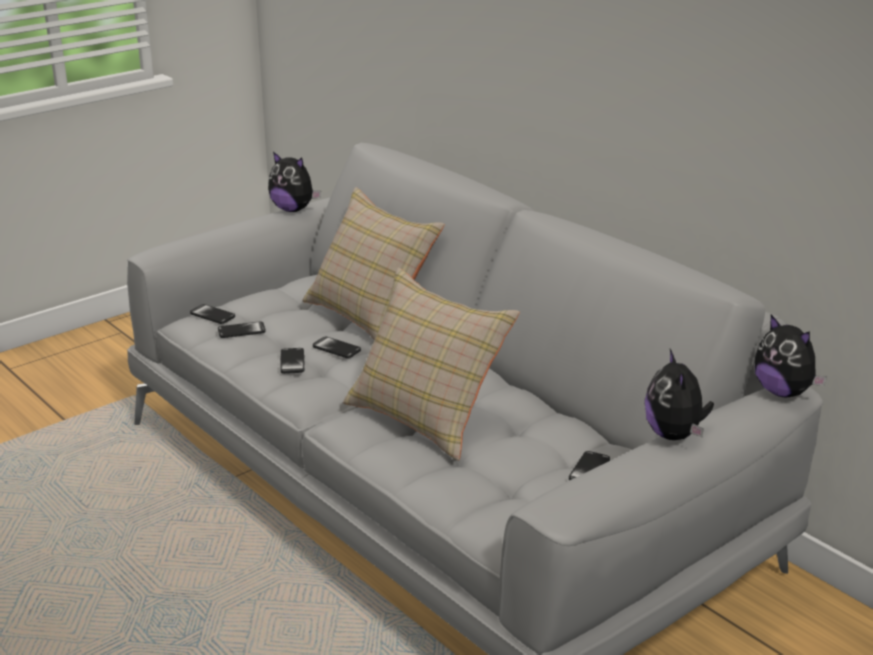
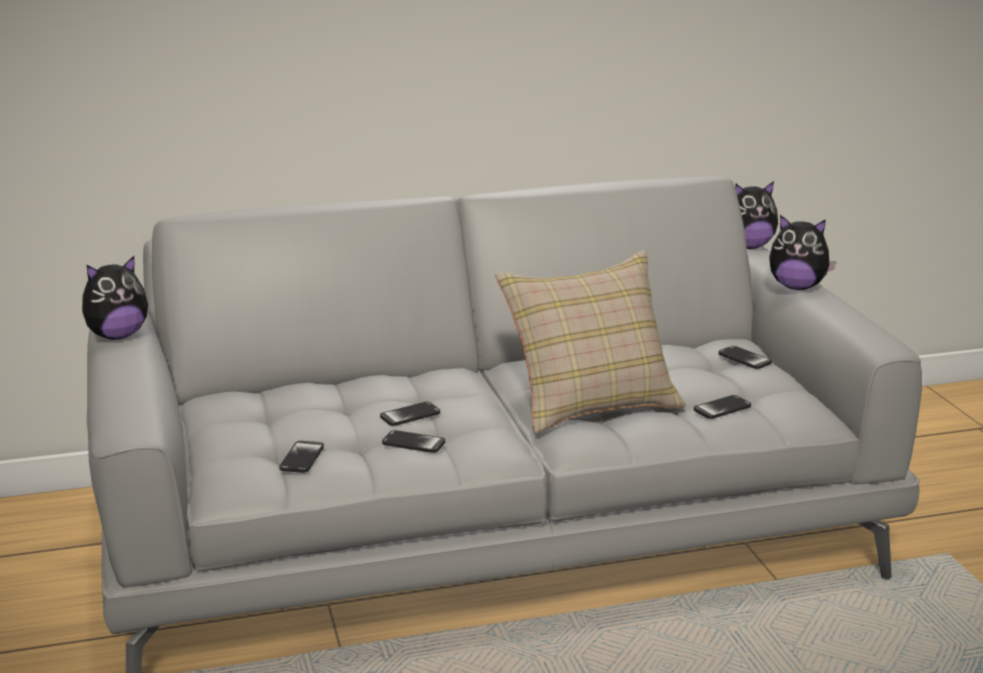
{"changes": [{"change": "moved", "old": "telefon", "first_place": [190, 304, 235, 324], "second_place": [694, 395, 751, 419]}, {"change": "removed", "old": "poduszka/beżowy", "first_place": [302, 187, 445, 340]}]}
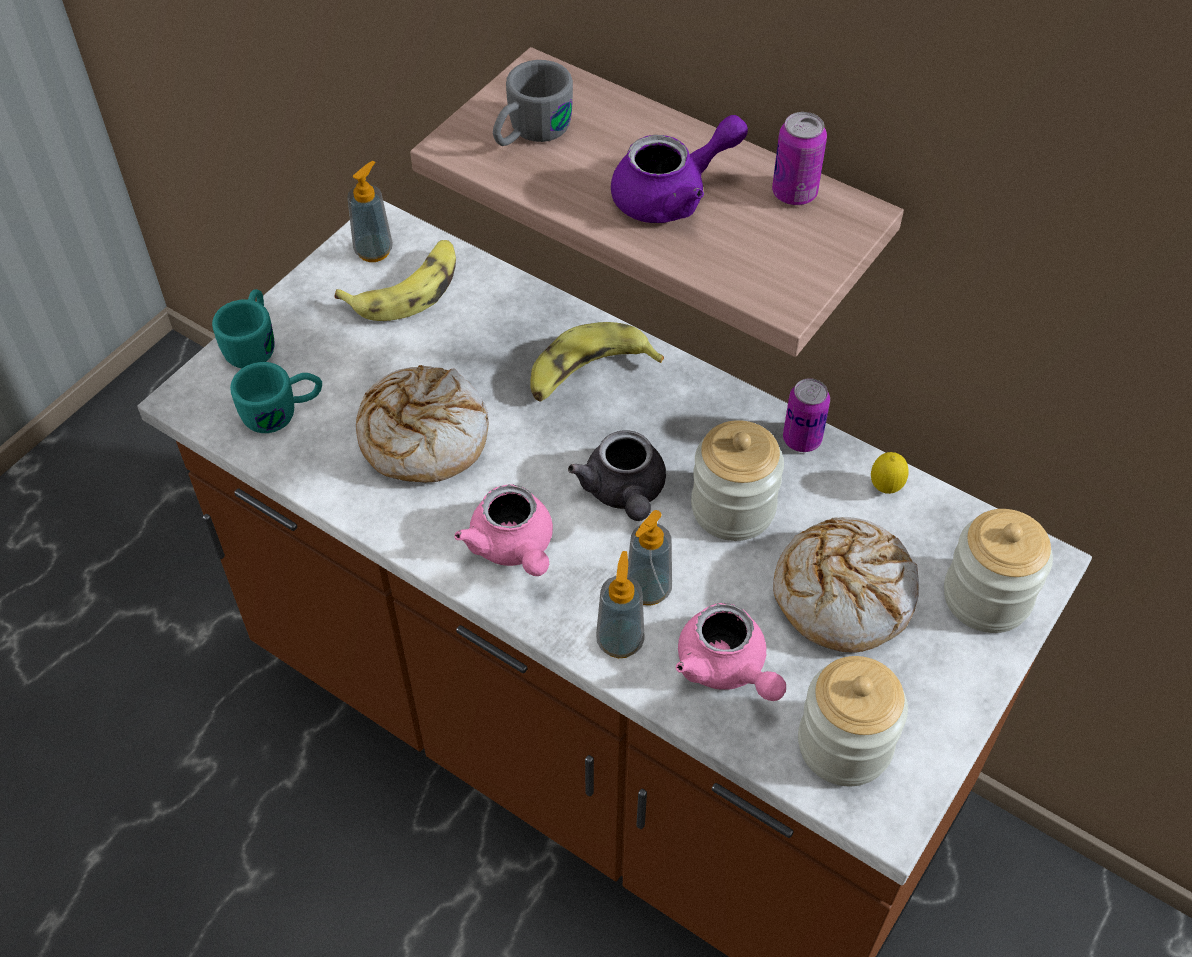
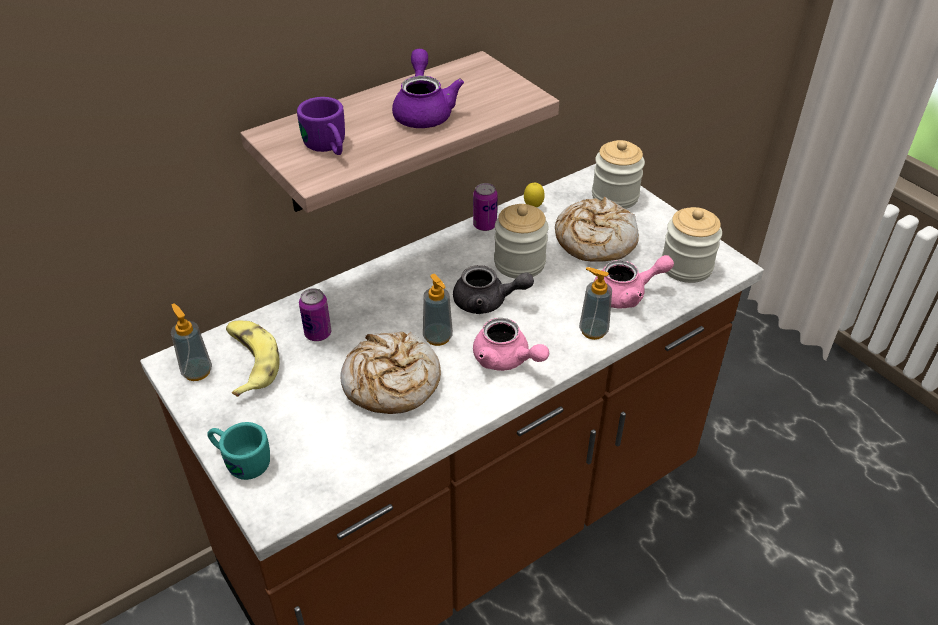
{"changes": [{"change": "removed", "old": "kubek/turkusowy", "first_place": [230, 362, 322, 433]}, {"change": "turned", "old": "imbryk/różowy", "first_place": [455, 485, 553, 576], "second_place": [473, 318, 549, 371], "degrees": 45}, {"change": "recoloured", "old": "kubek/szary", "new": "kubek/fioletowy", "first_place": [493, 60, 573, 146], "second_place": [297, 97, 345, 155]}, {"change": "removed", "old": "banan", "first_place": [530, 322, 664, 402]}, {"change": "moved", "old": "dozownik mydła", "first_place": [627, 510, 672, 605], "second_place": [423, 274, 453, 346]}, {"change": "moved", "old": "puszka", "first_place": [772, 112, 827, 205], "second_place": [299, 288, 331, 341]}]}
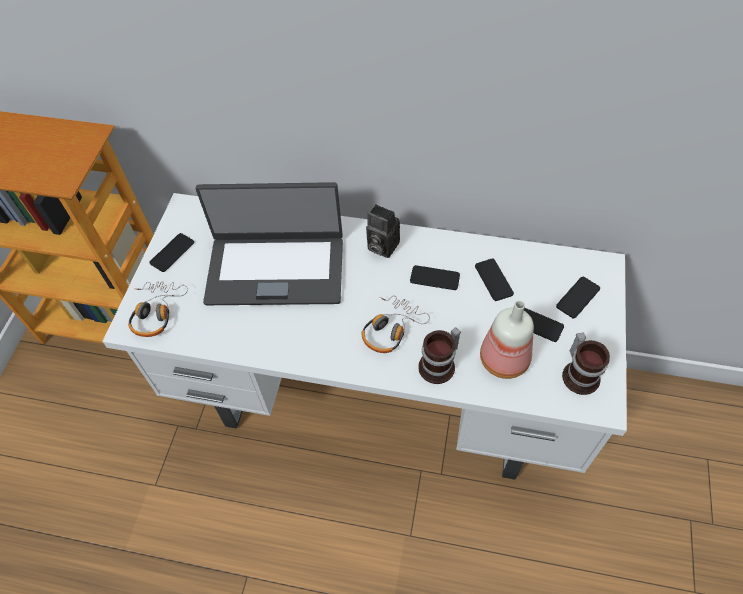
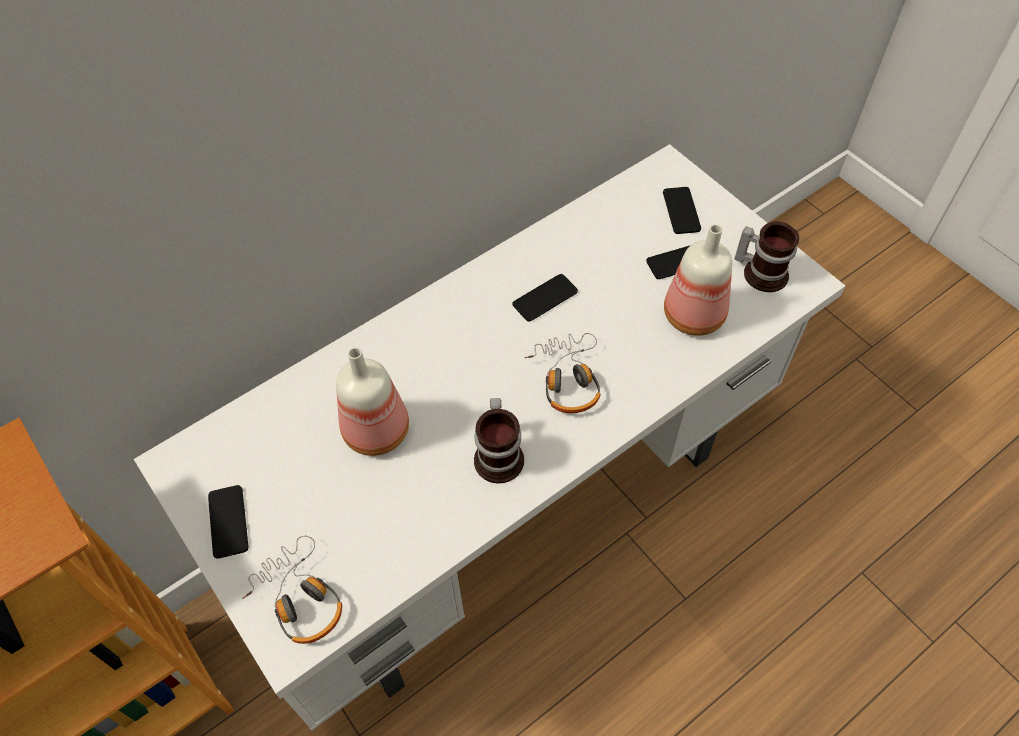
{"changes": [{"change": "replaced", "old": "laptop", "new": "butelka", "first_place": [196, 182, 343, 305], "second_place": [336, 347, 409, 456]}, {"change": "removed", "old": "aparat fotograficzny", "first_place": [366, 204, 400, 258]}, {"change": "moved", "old": "kubek", "first_place": [418, 327, 461, 384], "second_place": [474, 398, 524, 483]}, {"change": "removed", "old": "telefon", "first_place": [475, 259, 514, 301]}]}
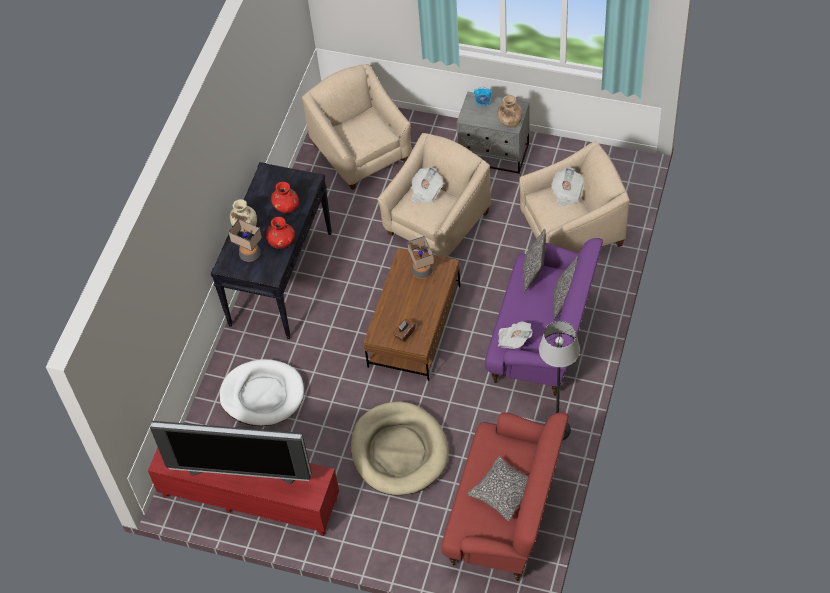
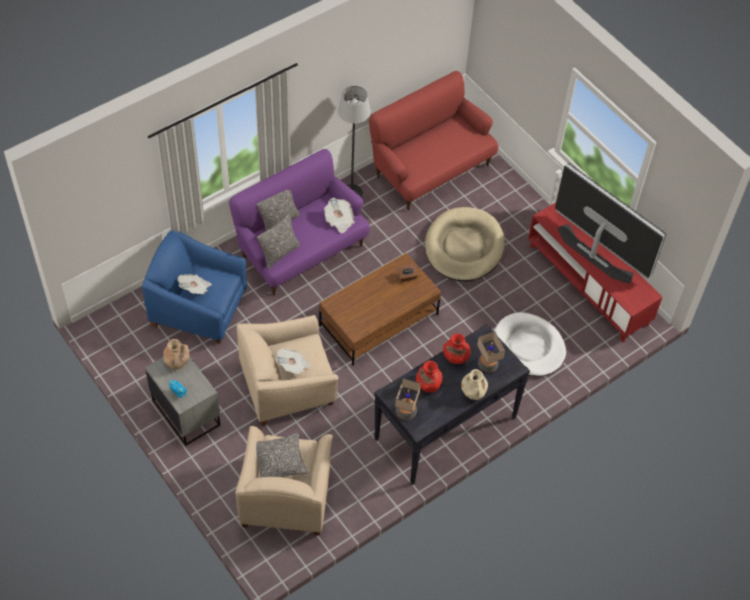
{"changes": [{"change": "moved", "old": "lampa stołowa", "first_place": [407, 236, 434, 279], "second_place": [395, 378, 421, 420]}, {"change": "moved", "old": "poduszka", "first_place": [467, 456, 528, 521], "second_place": [256, 433, 309, 478]}, {"change": "recoloured", "old": "fotel/beżowy", "new": "fotel/niebieski", "first_place": [519, 141, 630, 253], "second_place": [142, 230, 247, 344]}]}
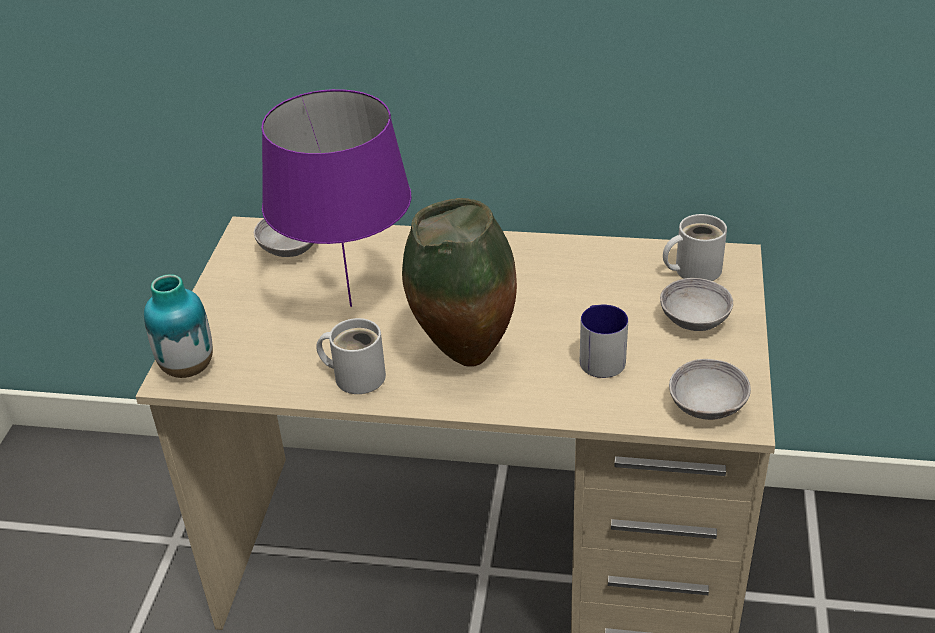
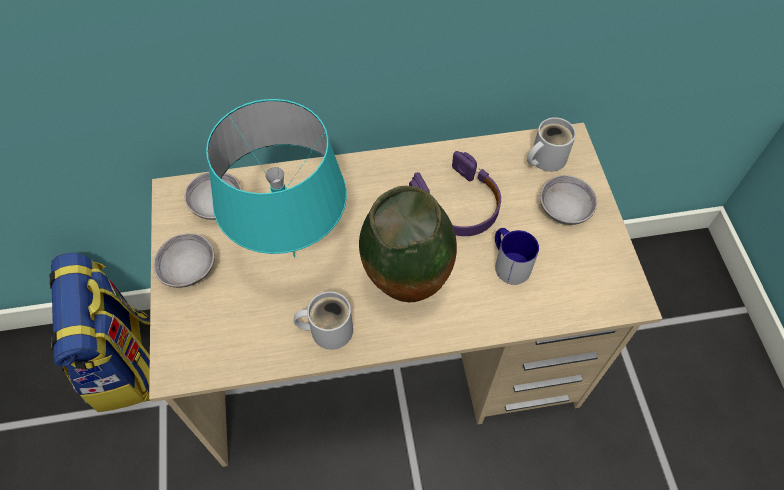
{"changes": [{"change": "removed", "old": "wazon", "first_place": [144, 274, 213, 378]}, {"change": "recoloured", "old": "lampa stołowa/fioletowy", "new": "lampa stołowa/turkusowy", "first_place": [261, 89, 412, 307], "second_place": [206, 99, 347, 257]}, {"change": "moved", "old": "miska/szary", "first_place": [669, 359, 751, 420], "second_place": [153, 233, 215, 288]}, {"change": "added", "new": "plecak", "second_place": [49, 253, 150, 412]}, {"change": "added", "new": "słuchawki/fioletowy", "second_place": [409, 151, 501, 236]}]}
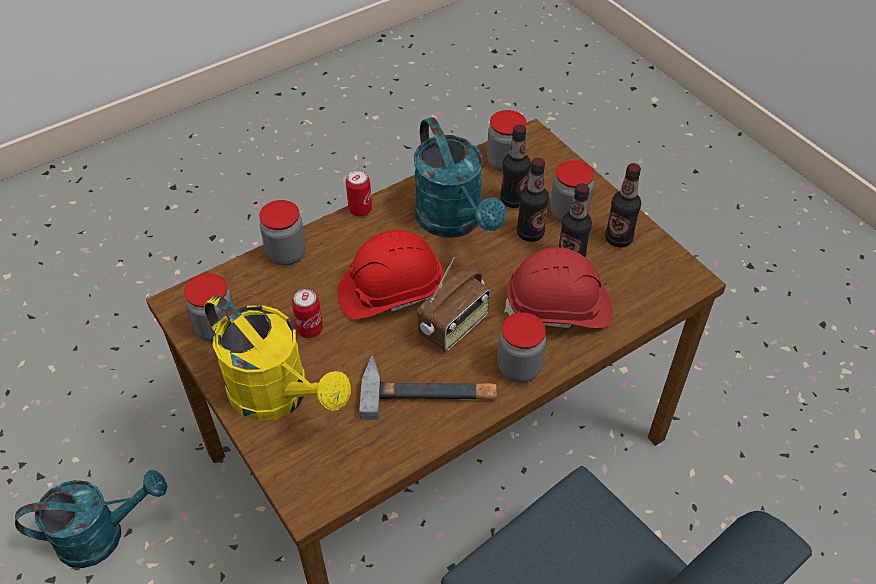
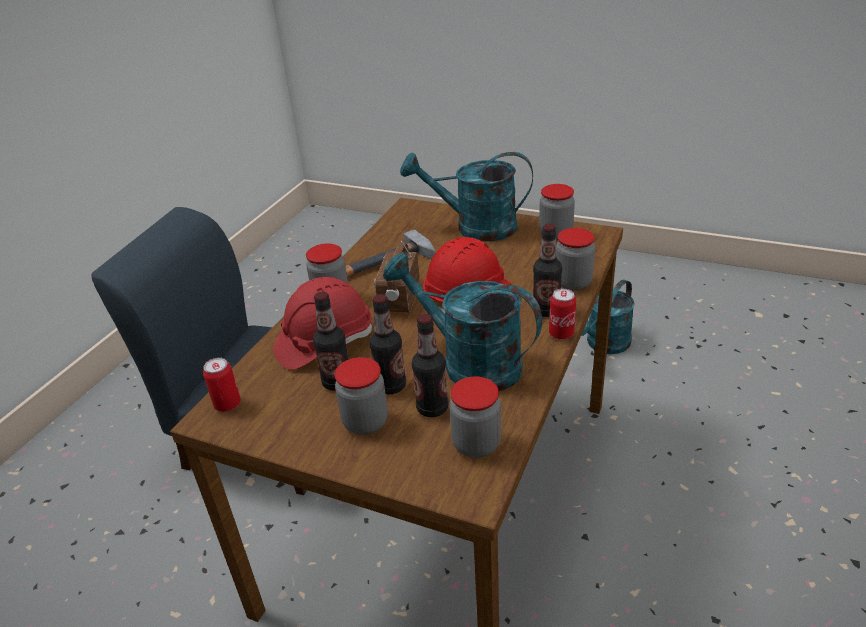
{"changes": [{"change": "recoloured", "old": "konewka/żółty", "new": "konewka/turkusowy", "first_place": [204, 295, 351, 421], "second_place": [400, 152, 533, 241]}, {"change": "moved", "old": "puszka", "first_place": [292, 289, 323, 338], "second_place": [203, 357, 241, 412]}, {"change": "moved", "old": "butelka", "first_place": [605, 163, 641, 248], "second_place": [533, 224, 562, 317]}]}
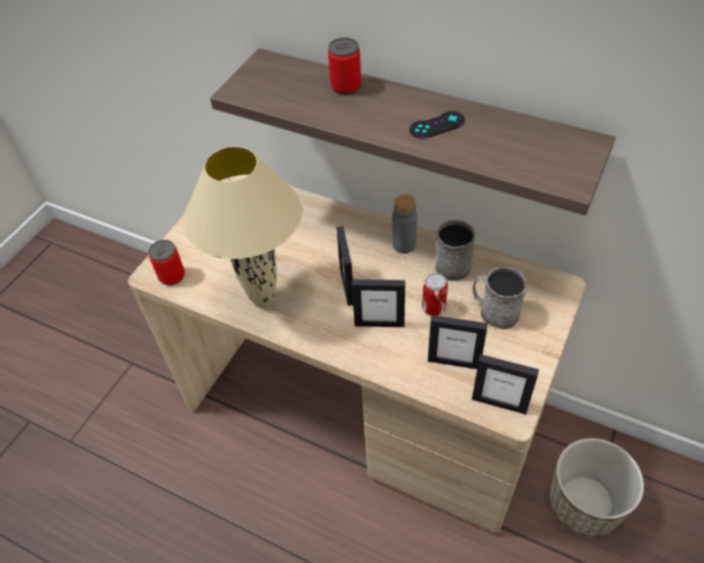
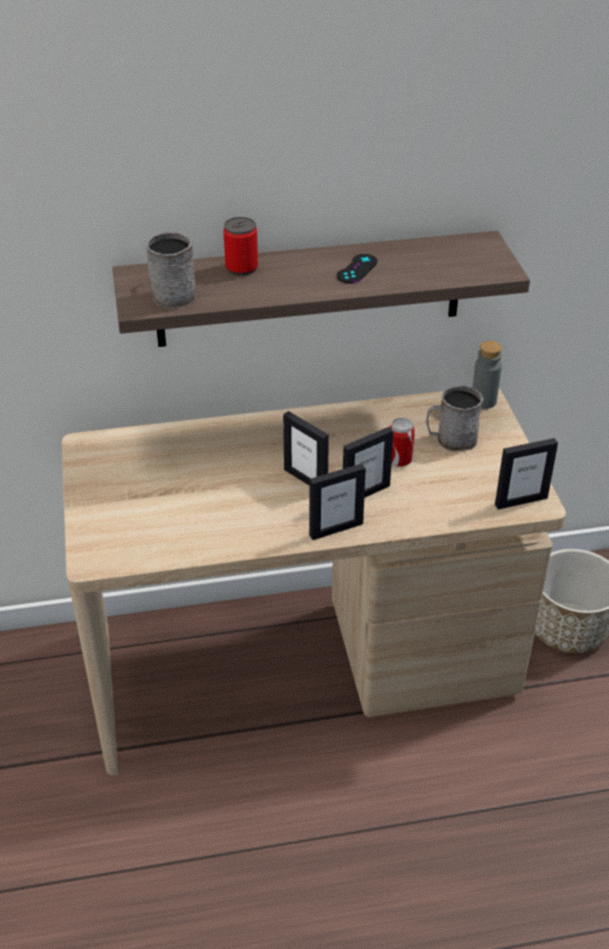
{"changes": [{"change": "removed", "old": "puszka", "first_place": [148, 240, 185, 286]}, {"change": "removed", "old": "lampa stołowa/beżowy", "first_place": [183, 146, 302, 307]}, {"change": "moved", "old": "butelka/szary", "first_place": [392, 194, 417, 254], "second_place": [472, 341, 502, 409]}, {"change": "moved", "old": "ramka na zdjęcie", "first_place": [428, 315, 488, 369], "second_place": [309, 464, 366, 540]}, {"change": "moved", "old": "kubek/szary", "first_place": [435, 220, 475, 281], "second_place": [146, 231, 196, 309]}]}
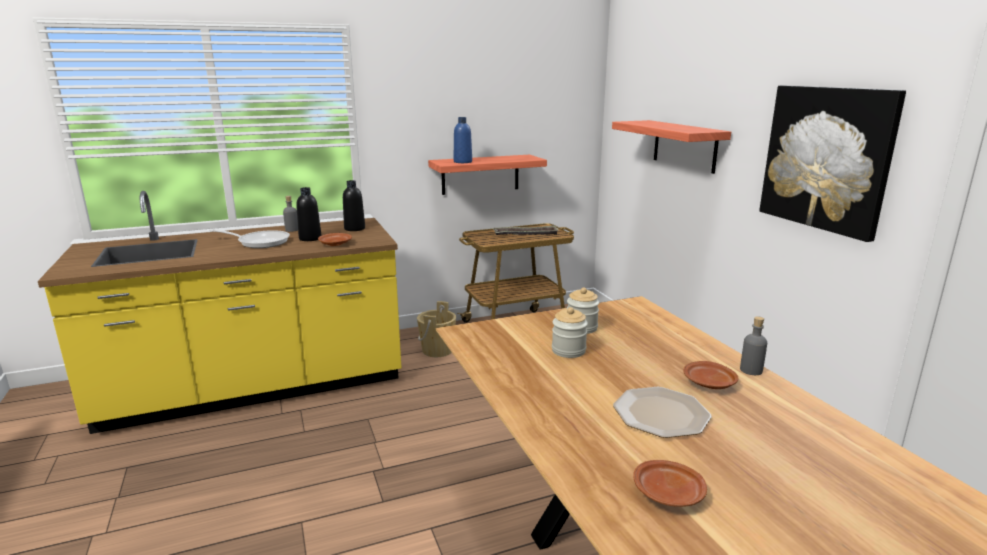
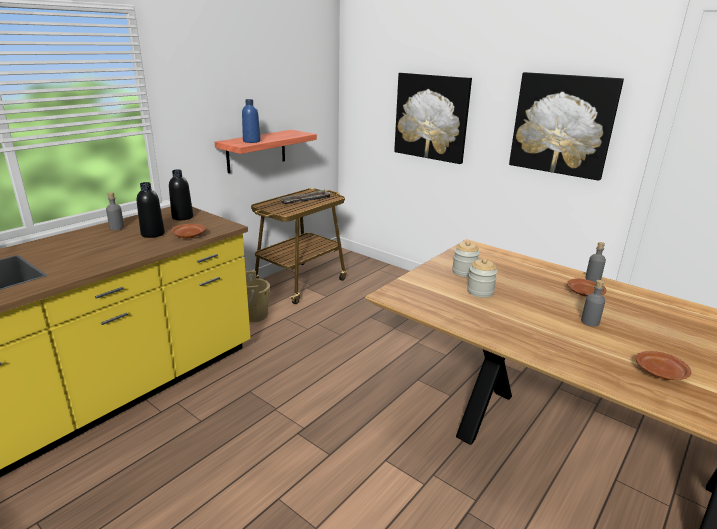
{"changes": [{"change": "removed", "old": "patelnia", "first_place": [209, 229, 290, 248]}, {"change": "replaced", "old": "półka", "new": "obraz", "first_place": [612, 120, 731, 174], "second_place": [394, 73, 472, 164]}, {"change": "replaced", "old": "talerz", "new": "butelka/szary", "first_place": [613, 387, 712, 438], "second_place": [581, 280, 605, 327]}]}
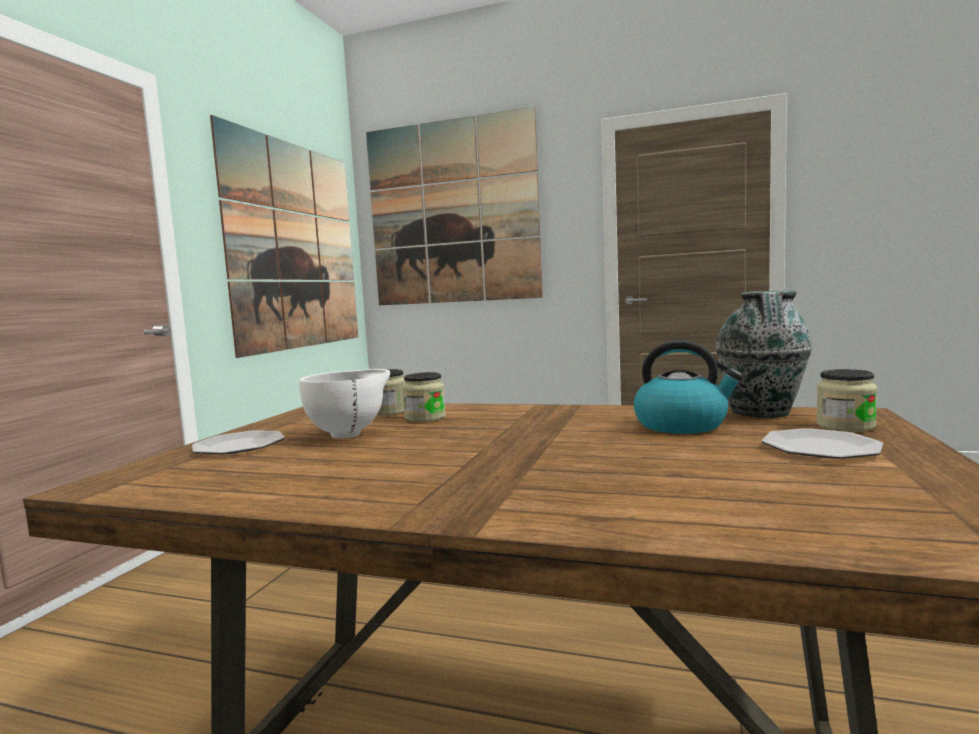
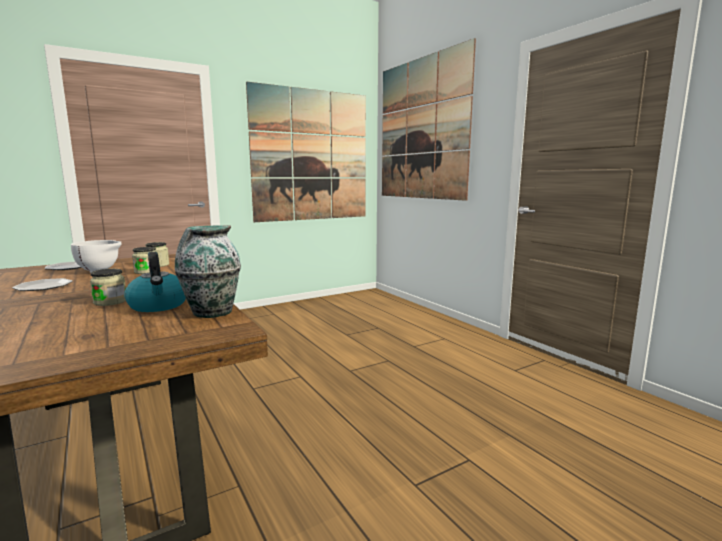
{"changes": [{"change": "moved", "old": "talerz", "first_place": [761, 428, 883, 459], "second_place": [12, 278, 73, 291]}, {"change": "moved", "old": "słoik", "first_place": [816, 369, 878, 432], "second_place": [90, 269, 126, 306]}]}
